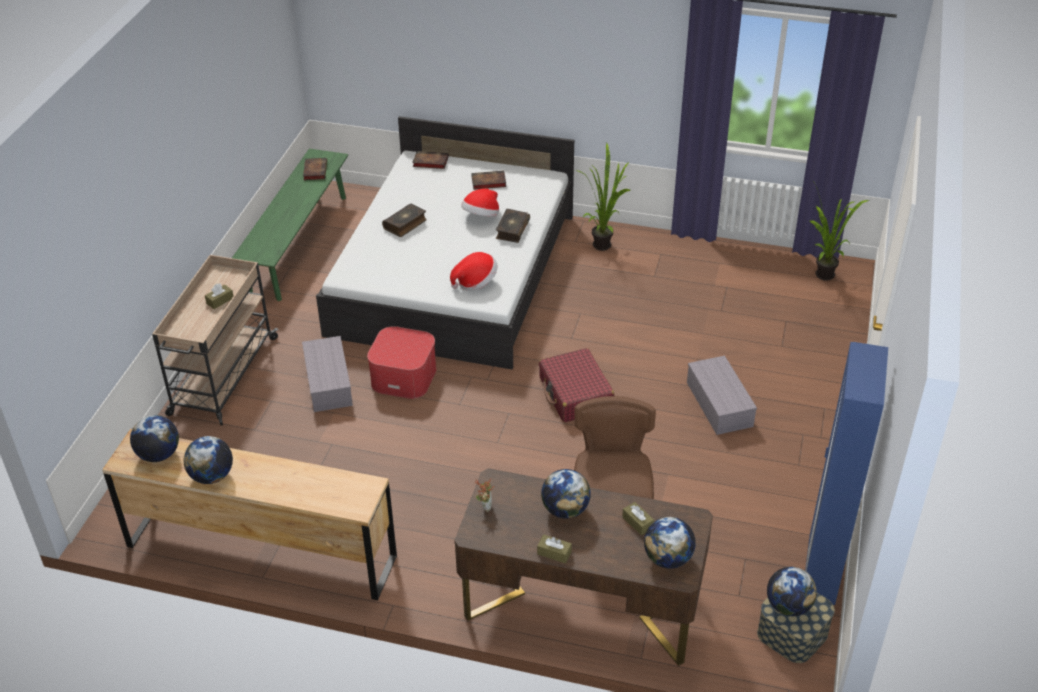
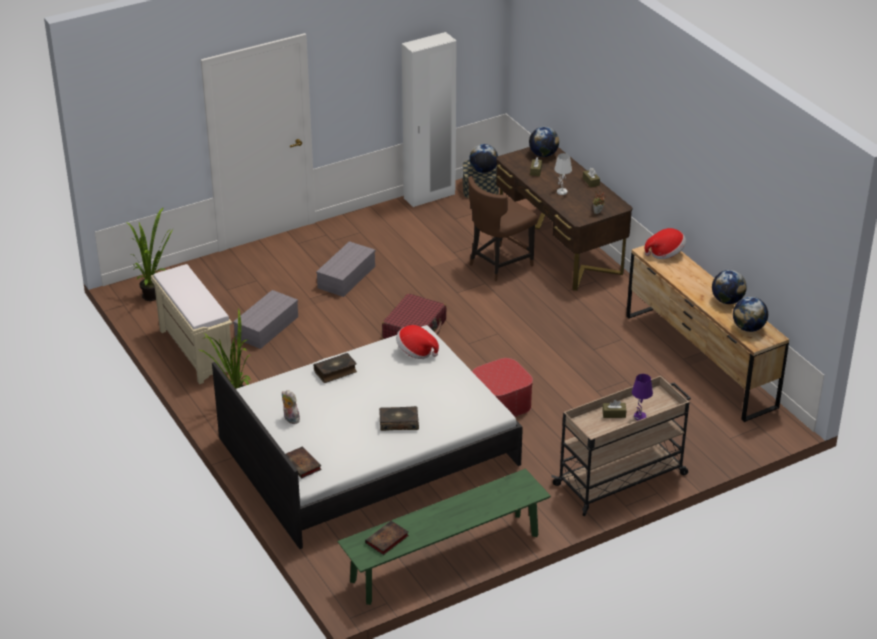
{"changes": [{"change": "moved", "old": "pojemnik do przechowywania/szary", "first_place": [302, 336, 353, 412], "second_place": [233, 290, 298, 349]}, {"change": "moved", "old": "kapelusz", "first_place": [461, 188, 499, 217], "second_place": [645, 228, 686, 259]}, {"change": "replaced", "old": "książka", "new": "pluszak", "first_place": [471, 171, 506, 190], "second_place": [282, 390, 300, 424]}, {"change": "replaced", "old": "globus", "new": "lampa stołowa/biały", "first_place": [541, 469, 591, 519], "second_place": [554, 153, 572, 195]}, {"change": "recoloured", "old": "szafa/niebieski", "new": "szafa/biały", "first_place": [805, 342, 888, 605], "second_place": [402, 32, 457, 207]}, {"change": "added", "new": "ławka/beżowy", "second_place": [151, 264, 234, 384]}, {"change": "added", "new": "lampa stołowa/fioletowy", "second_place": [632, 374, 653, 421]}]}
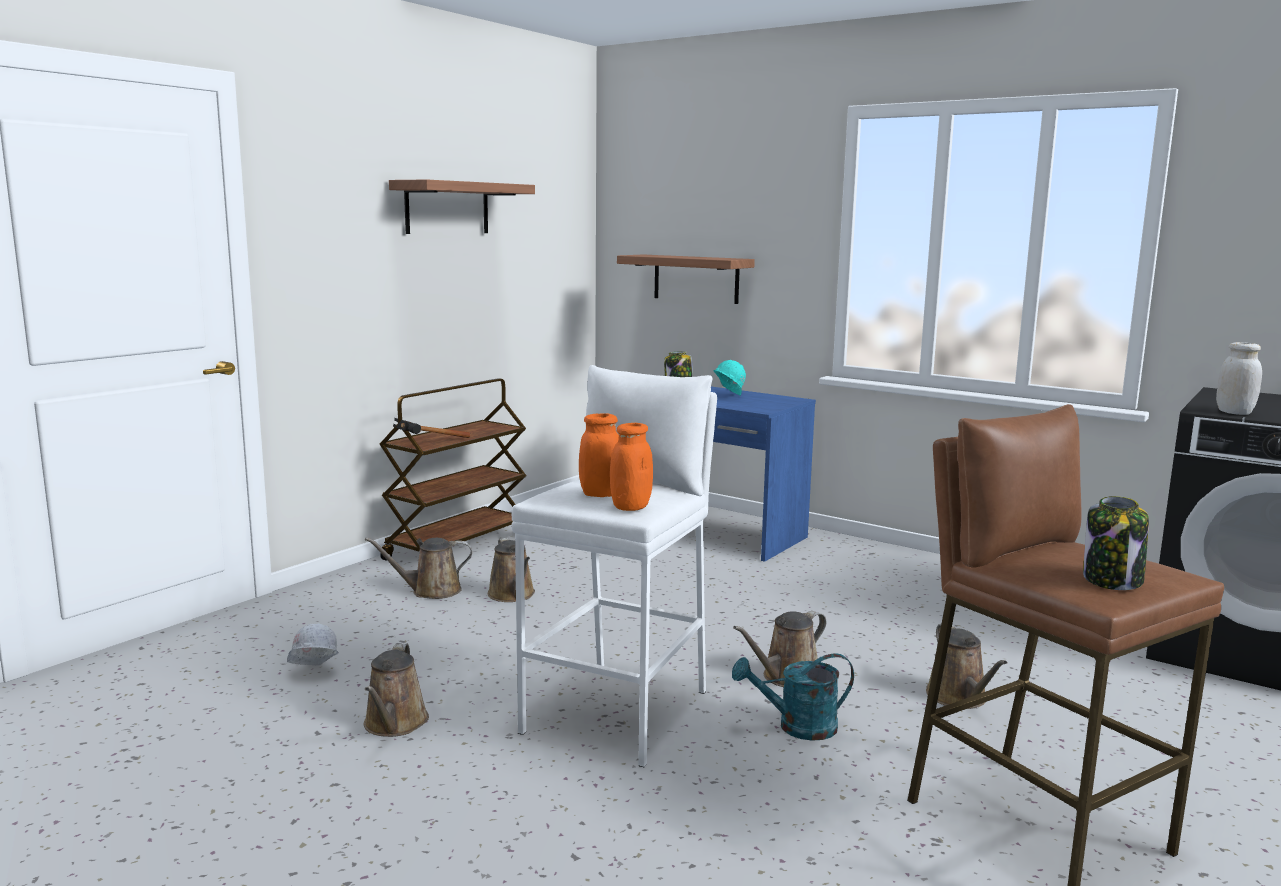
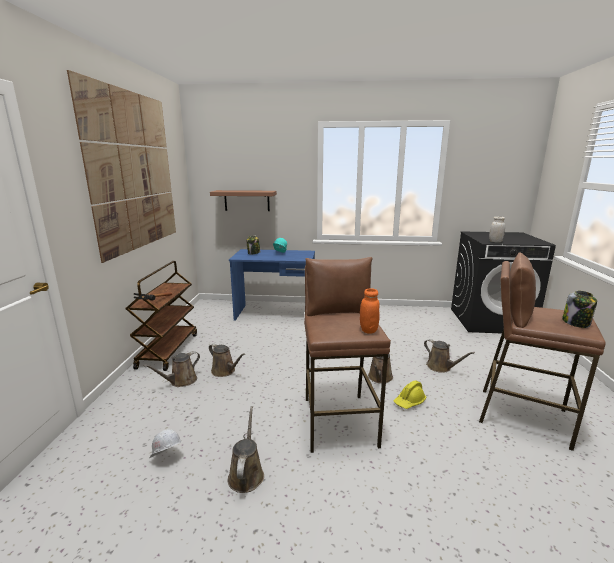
{"changes": [{"change": "turned", "old": "konewka/brązowy", "first_place": [364, 644, 429, 737], "second_place": [228, 406, 264, 493], "degrees": -150}, {"change": "replaced", "old": "półka", "new": "obraz", "first_place": [389, 179, 535, 234], "second_place": [67, 70, 176, 263]}, {"change": "recoloured", "old": "stołek/biały", "new": "stołek/brązowy", "first_place": [511, 365, 717, 767], "second_place": [304, 257, 391, 453]}, {"change": "removed", "old": "słoik/pomarańczowy", "first_place": [579, 413, 619, 497]}, {"change": "replaced", "old": "konewka/turkusowy", "new": "kask/żółty", "first_place": [732, 653, 854, 741], "second_place": [393, 381, 426, 409]}]}
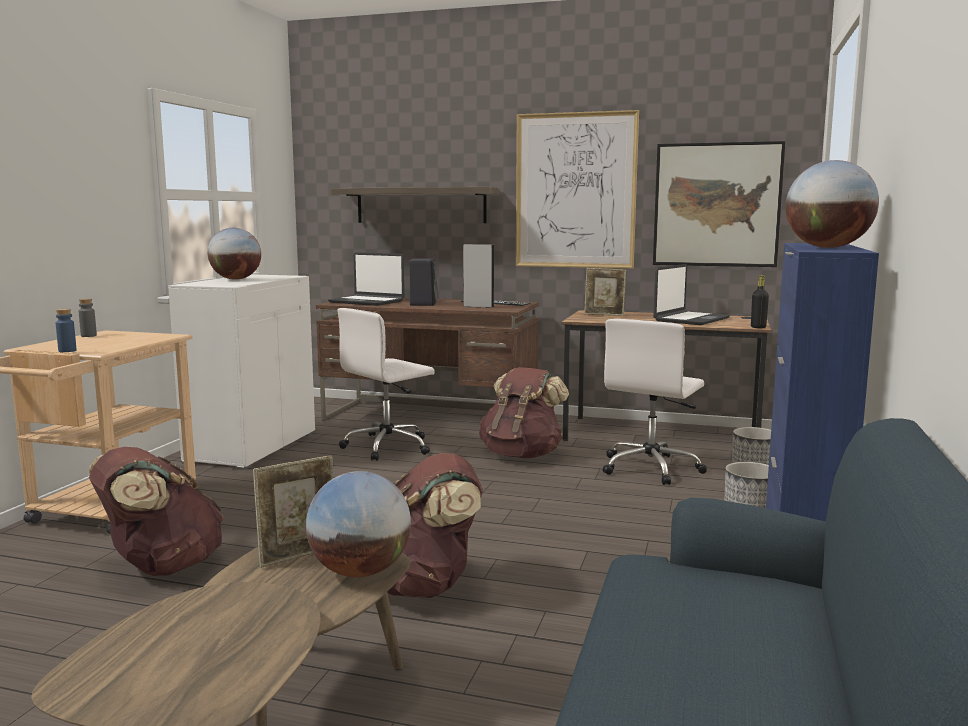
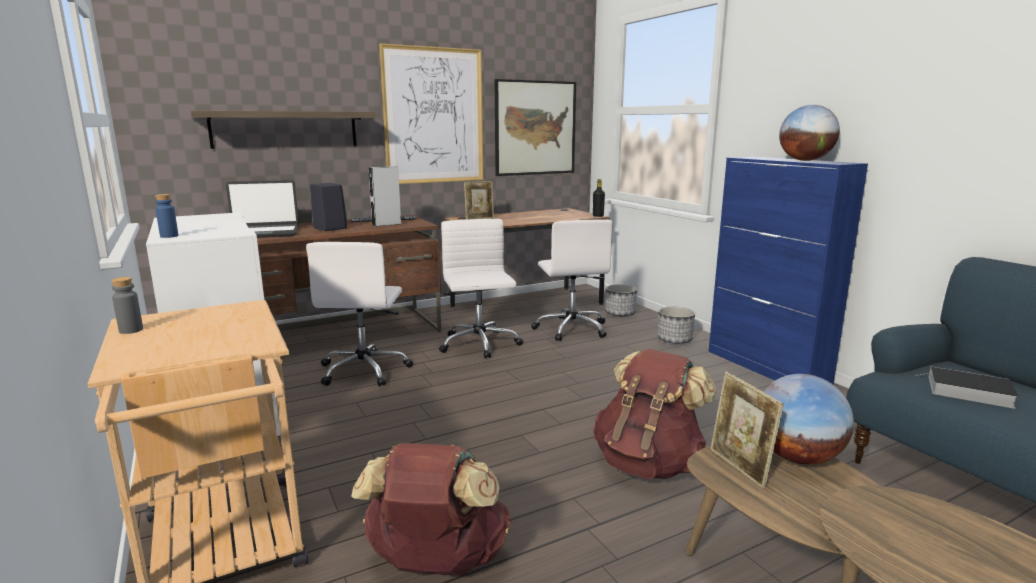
{"changes": [{"change": "moved", "old": "butelka/niebieski", "first_place": [56, 309, 77, 352], "second_place": [155, 194, 178, 238]}, {"change": "removed", "old": "globus", "first_place": [207, 228, 261, 280]}, {"change": "turned", "old": "ramka na zdjęcie", "first_place": [253, 455, 333, 568], "second_place": [710, 372, 784, 489], "degrees": 150}, {"change": "replaced", "old": "plecak/brązowy", "new": "krzesło biurowe/biały", "first_place": [479, 367, 569, 458], "second_place": [439, 219, 523, 358]}, {"change": "removed", "old": "laptop", "first_place": [653, 264, 730, 325]}, {"change": "added", "new": "książka", "second_place": [915, 366, 1019, 409]}]}
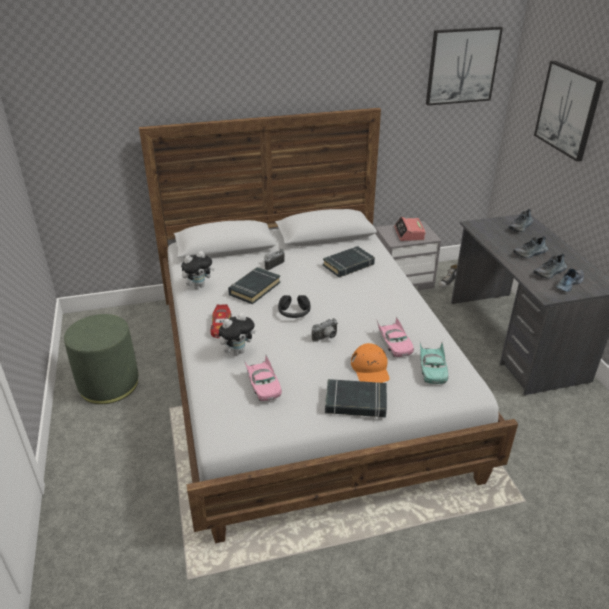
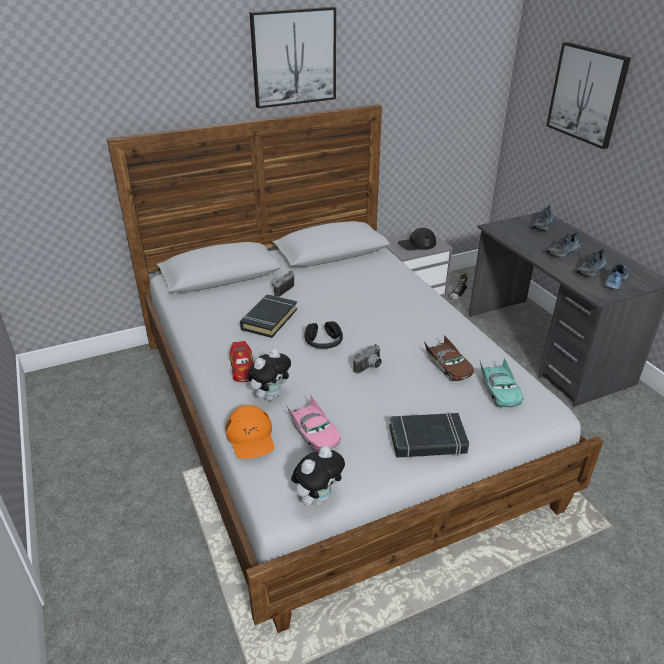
{"changes": [{"change": "removed", "old": "pufa/zielony", "first_place": [64, 314, 138, 404]}, {"change": "moved", "old": "pluszak", "first_place": [181, 251, 214, 289], "second_place": [291, 446, 345, 506]}, {"change": "removed", "old": "książka/czarny", "first_place": [323, 246, 375, 277]}, {"change": "moved", "old": "czapka z daszkiem/pomarańczowy", "first_place": [351, 343, 389, 383], "second_place": [225, 405, 274, 459]}, {"change": "recoloured", "old": "samochodzik/różowy", "new": "samochodzik/brązowy", "first_place": [377, 316, 414, 357], "second_place": [424, 335, 474, 382]}, {"change": "replaced", "old": "budzik", "new": "czapka z daszkiem/czarny", "first_place": [394, 217, 425, 241], "second_place": [398, 228, 436, 251]}, {"change": "moved", "old": "obraz", "first_place": [426, 27, 503, 106], "second_place": [250, 7, 336, 108]}]}
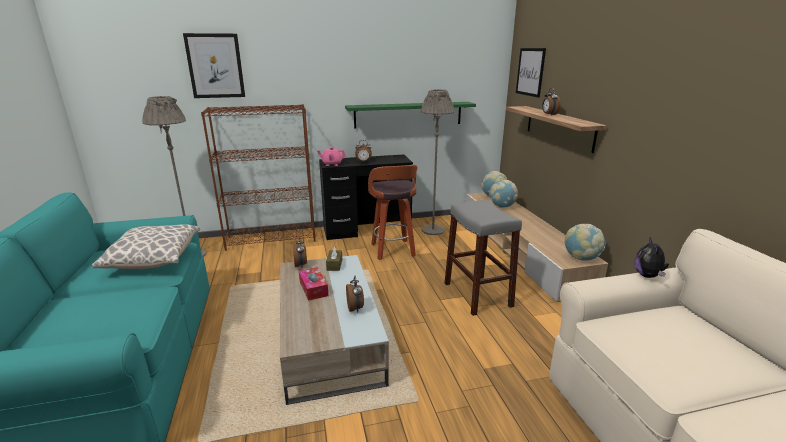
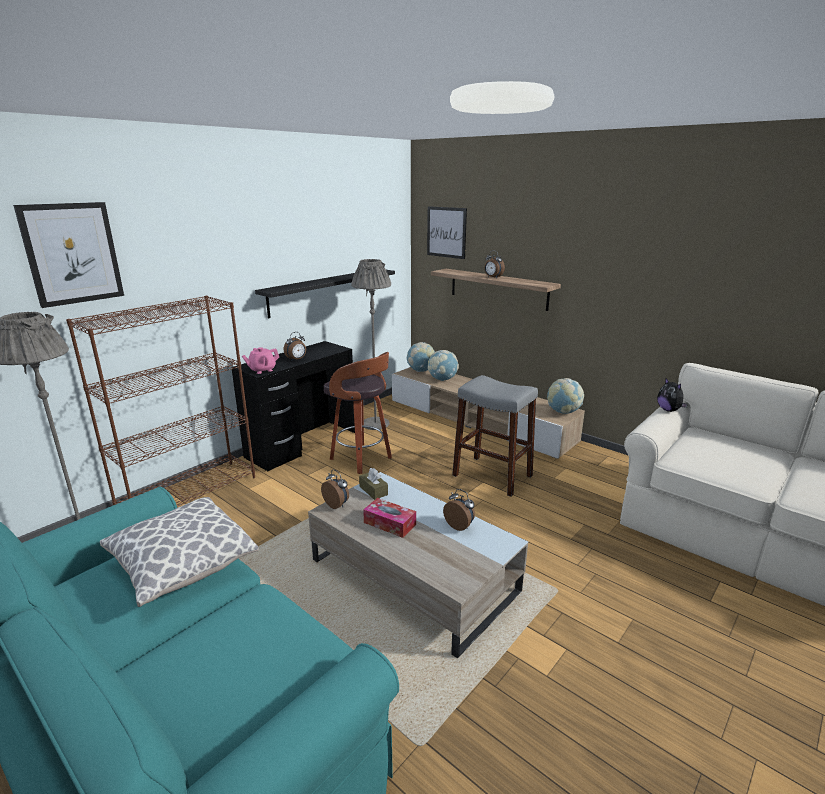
{"changes": [{"change": "recoloured", "old": "półka/zielony", "new": "półka/czarny", "first_place": [345, 102, 476, 129], "second_place": [255, 270, 395, 318]}]}
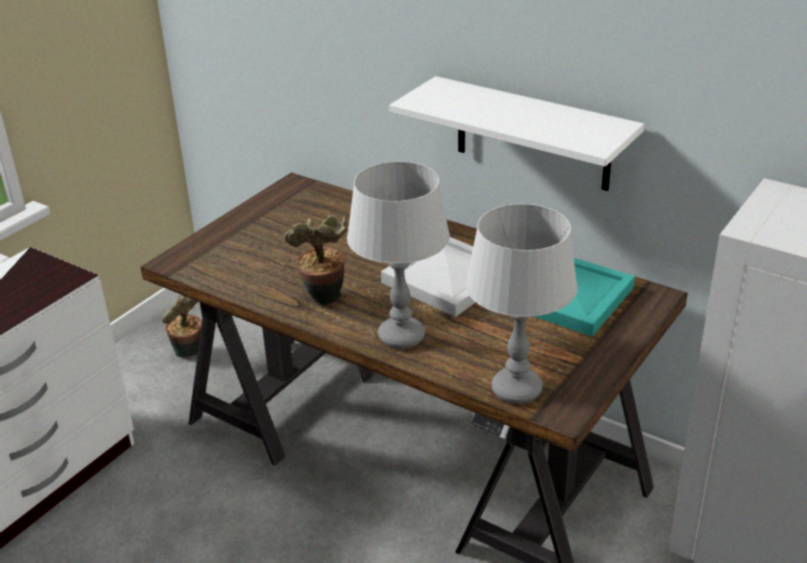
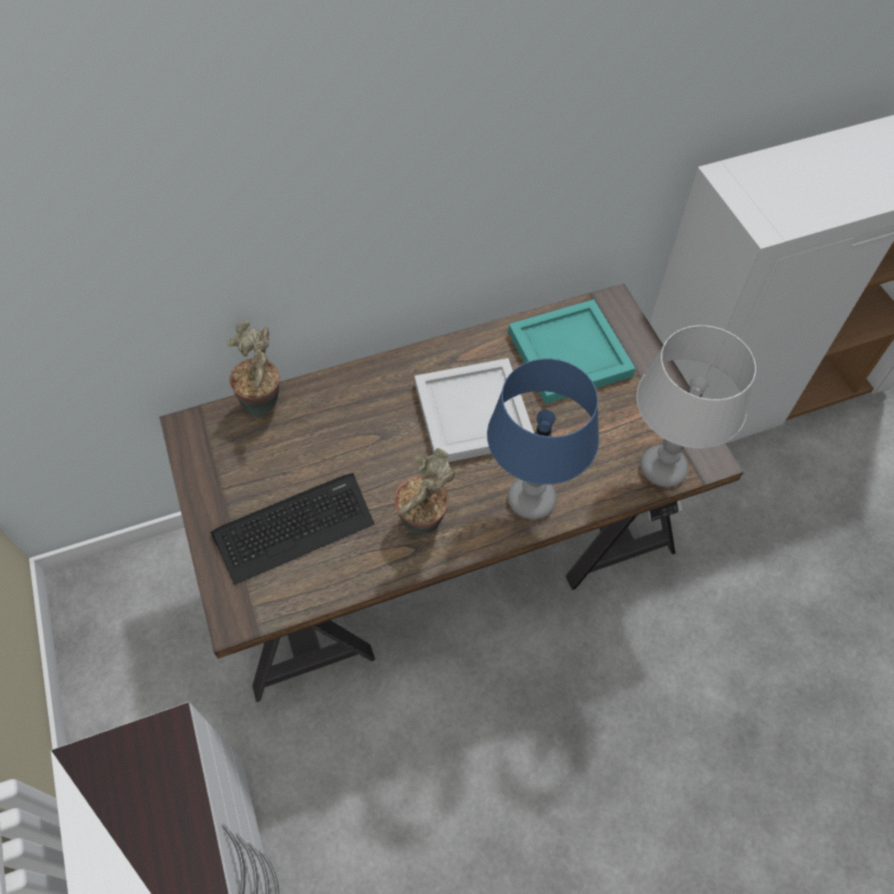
{"changes": [{"change": "moved", "old": "roślina doniczkowa", "first_place": [162, 294, 202, 357], "second_place": [228, 321, 280, 418]}, {"change": "recoloured", "old": "lampa stołowa/szary", "new": "lampa stołowa/niebieski", "first_place": [347, 161, 450, 349], "second_place": [487, 359, 599, 520]}, {"change": "removed", "old": "półka/biały", "first_place": [389, 76, 644, 191]}, {"change": "added", "new": "klawiatura", "second_place": [210, 473, 374, 585]}]}
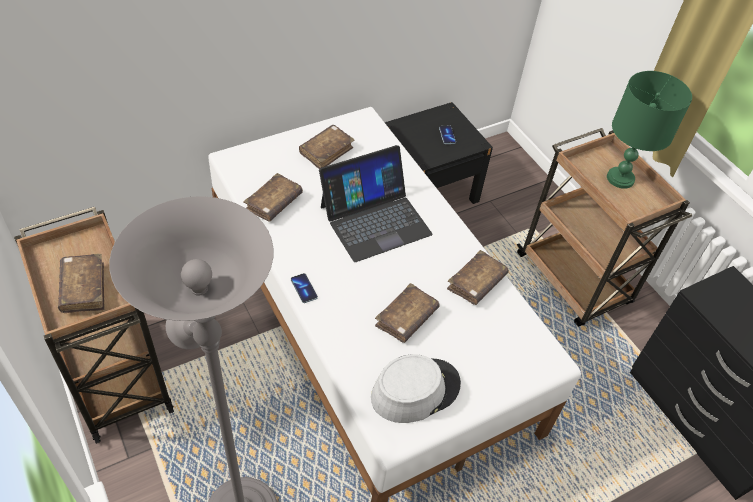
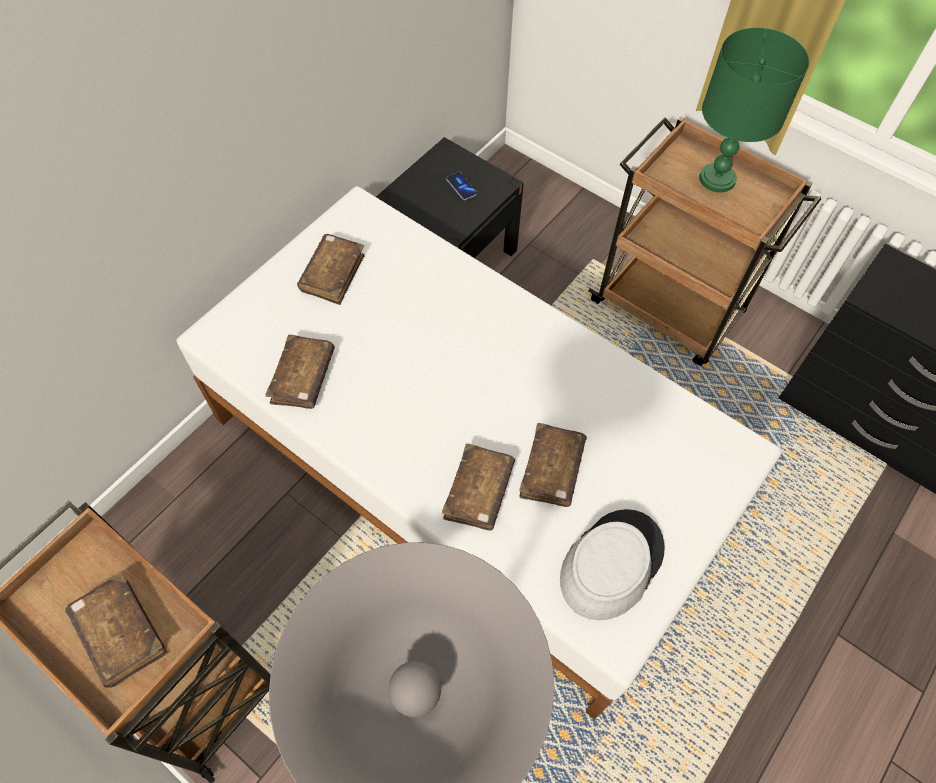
{"changes": [{"change": "removed", "old": "telefon", "first_place": [291, 273, 318, 303]}, {"change": "removed", "old": "laptop", "first_place": [319, 145, 433, 262]}, {"change": "moved", "old": "książka/brązowy", "first_place": [447, 250, 509, 305], "second_place": [442, 443, 515, 531]}]}
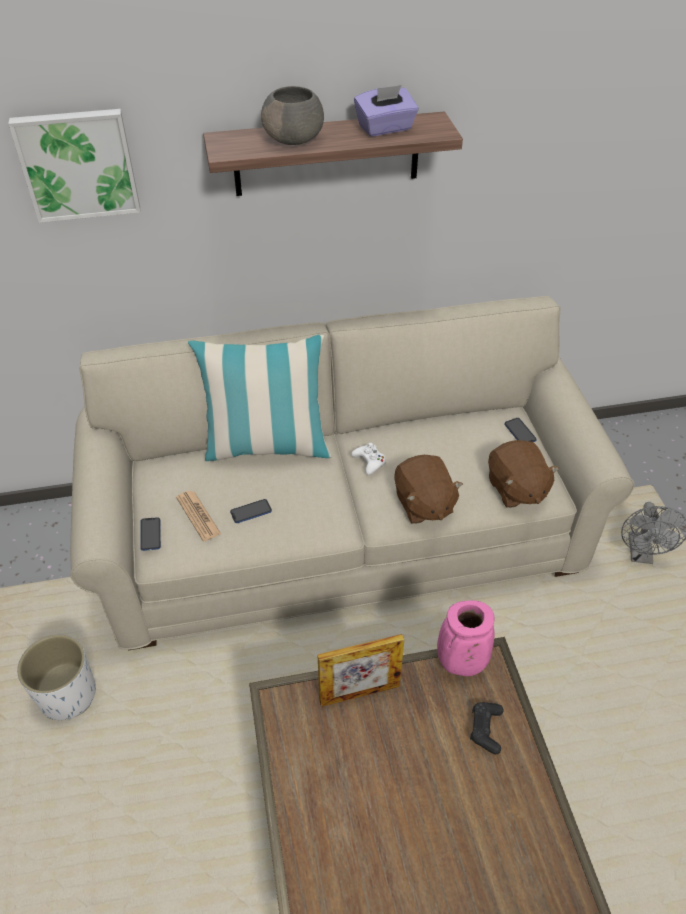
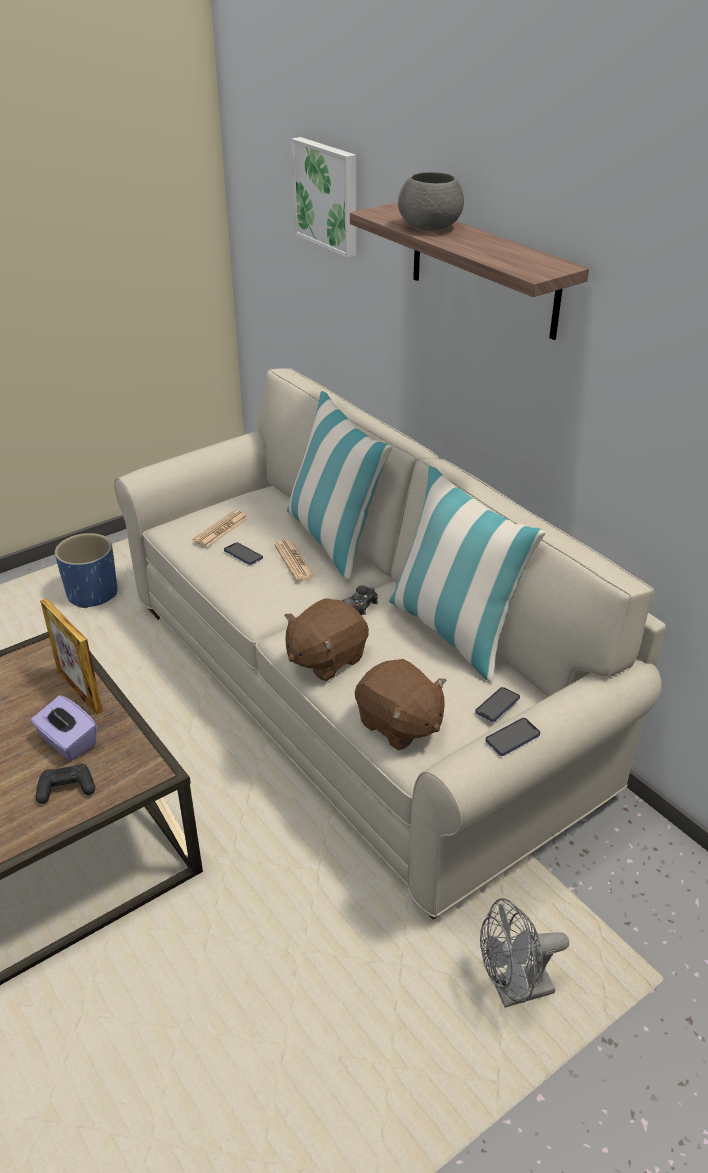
{"changes": [{"change": "recoloured", "old": "donica/biały", "new": "donica/niebieski", "first_place": [17, 635, 96, 720], "second_place": [55, 533, 117, 608]}, {"change": "moved", "old": "telefon", "first_place": [140, 517, 161, 551], "second_place": [485, 718, 540, 756]}, {"change": "recoloured", "old": "pad do gier/biały", "new": "pad do gier/czarny", "first_place": [351, 443, 385, 475], "second_place": [342, 585, 378, 615]}, {"change": "moved", "old": "pudełko chusteczek/fioletowy", "first_place": [354, 85, 418, 137], "second_place": [31, 695, 97, 761]}, {"change": "removed", "old": "wazon/różowy", "first_place": [437, 601, 495, 676]}, {"change": "turned", "old": "pluszak/brązowy", "first_place": [488, 440, 559, 508], "second_place": [355, 659, 446, 751], "degrees": -90}, {"change": "added", "new": "gazeta", "second_place": [274, 540, 315, 581]}, {"change": "added", "new": "poduszka", "second_place": [389, 466, 545, 682]}]}
